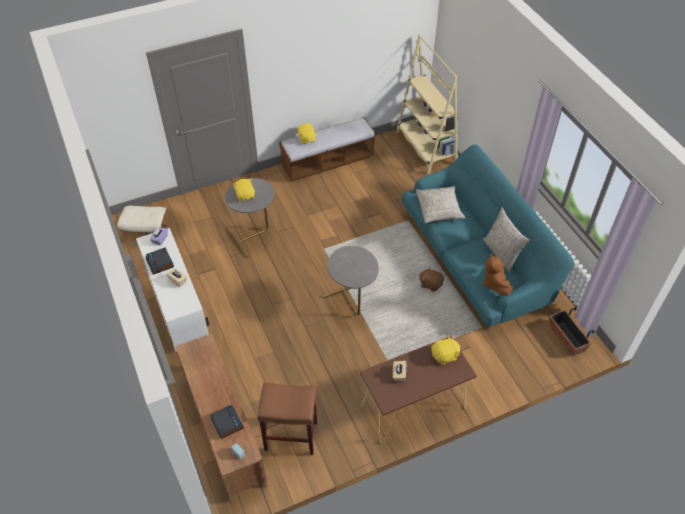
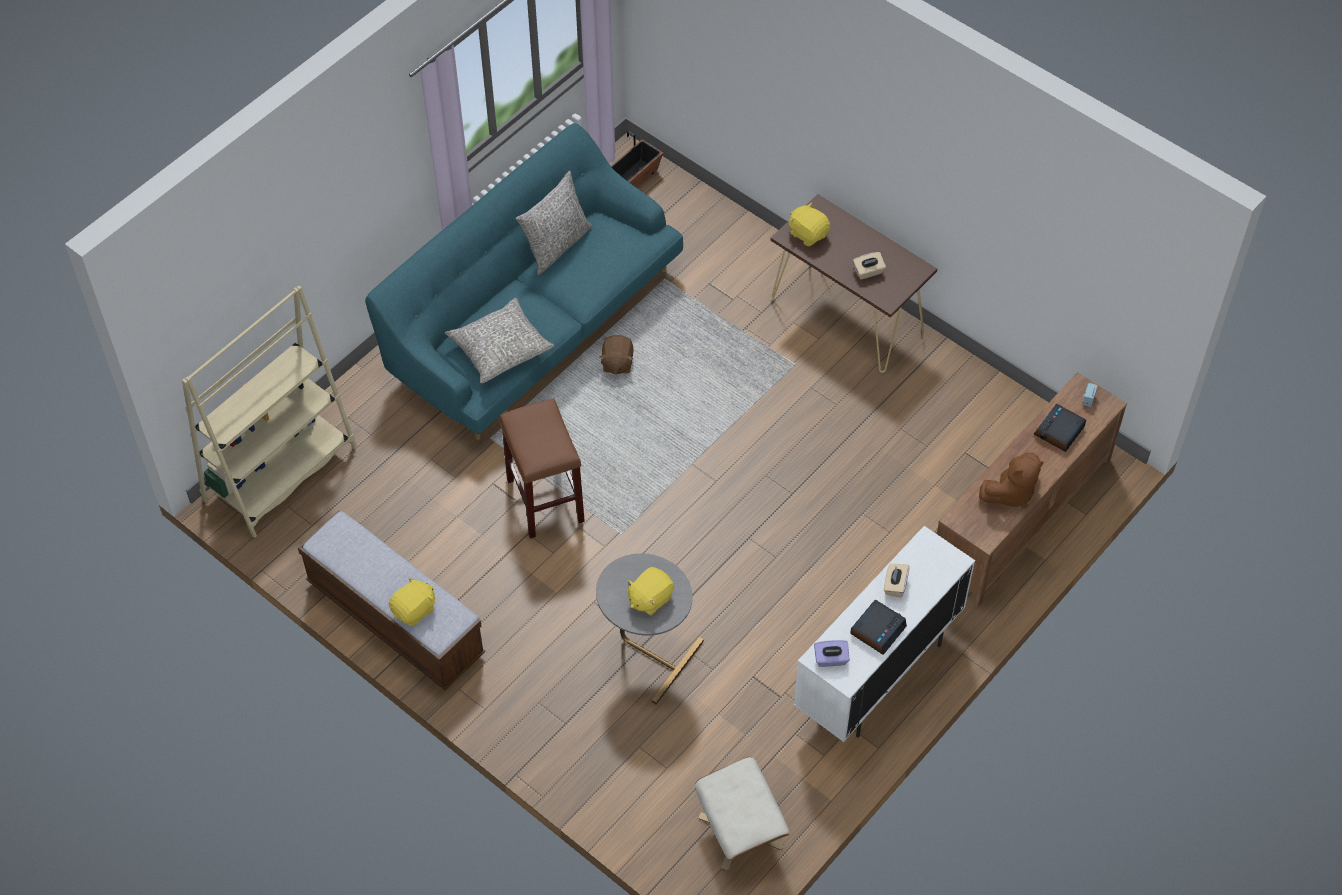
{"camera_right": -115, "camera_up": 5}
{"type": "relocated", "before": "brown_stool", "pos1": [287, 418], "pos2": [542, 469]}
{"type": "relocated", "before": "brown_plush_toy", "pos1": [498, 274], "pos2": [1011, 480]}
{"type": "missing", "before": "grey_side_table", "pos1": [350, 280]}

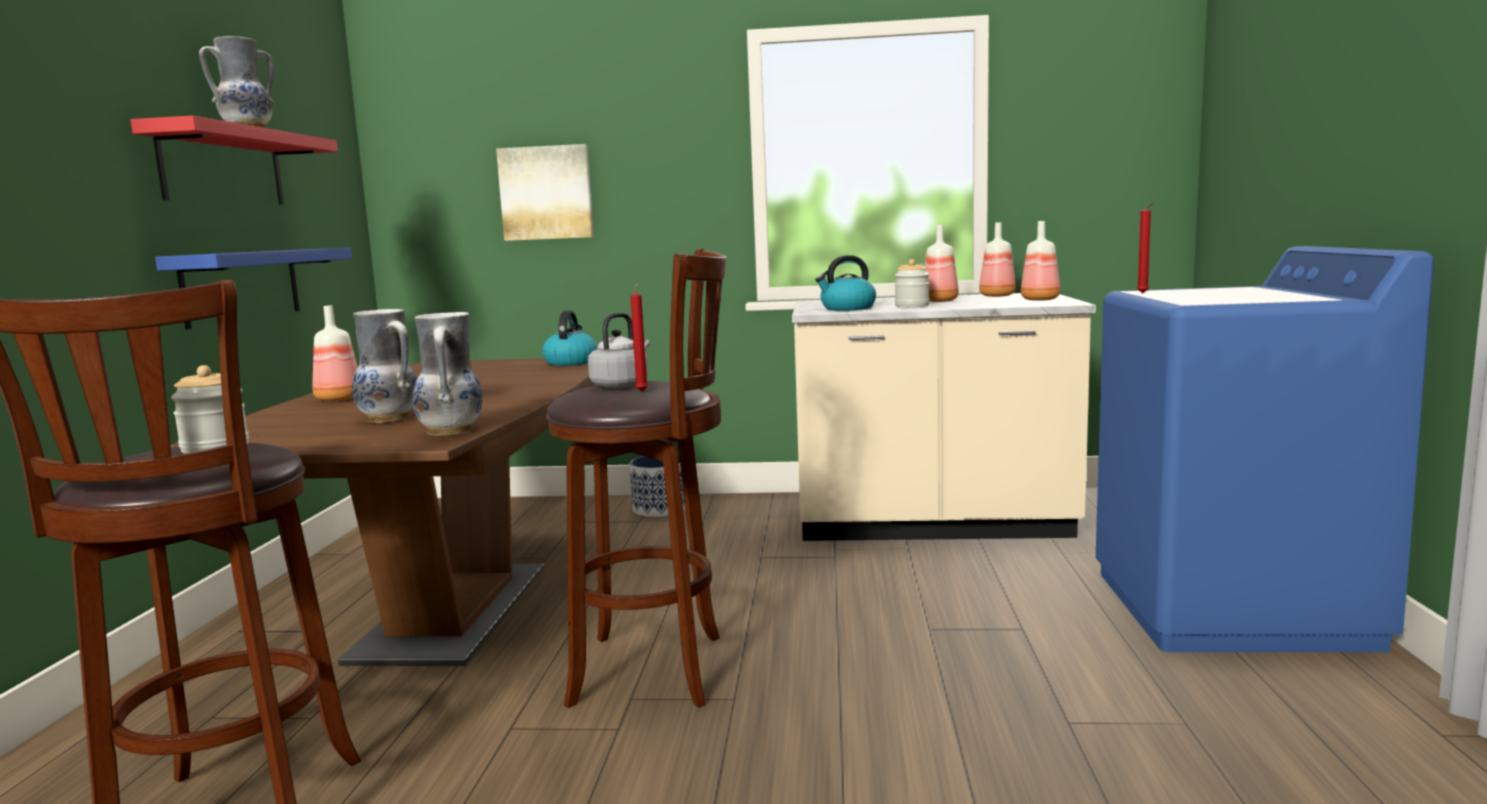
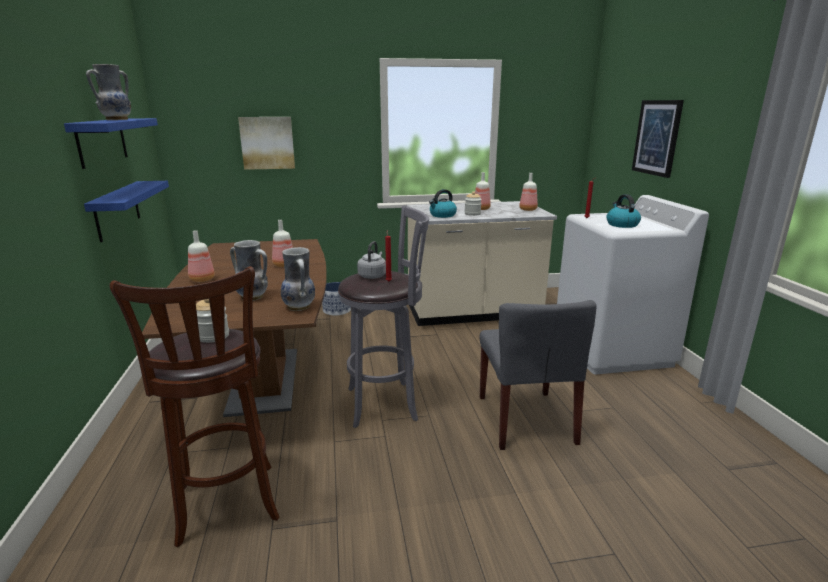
{"camera_right": -15, "camera_up": 10}
{"type": "colour", "before": "red_shelf", "after": "blue_shelf", "pos1": [234, 160], "pos2": [111, 143]}
{"type": "relocated", "before": "bottle", "pos1": [997, 259], "pos2": [282, 243]}
{"type": "colour", "before": "brown_stool", "after": "grey_stool", "pos1": [636, 478], "pos2": [383, 316]}
{"type": "appeared", "after": "grey_chair", "pos2": [538, 375]}
{"type": "colour", "before": "blue_washing_machine", "after": "white_washing_machine", "pos1": [1265, 449], "pos2": [633, 284]}
{"type": "relocated", "before": "kettle", "pos1": [570, 338], "pos2": [623, 211]}
{"type": "appeared", "after": "picture", "pos2": [658, 139]}

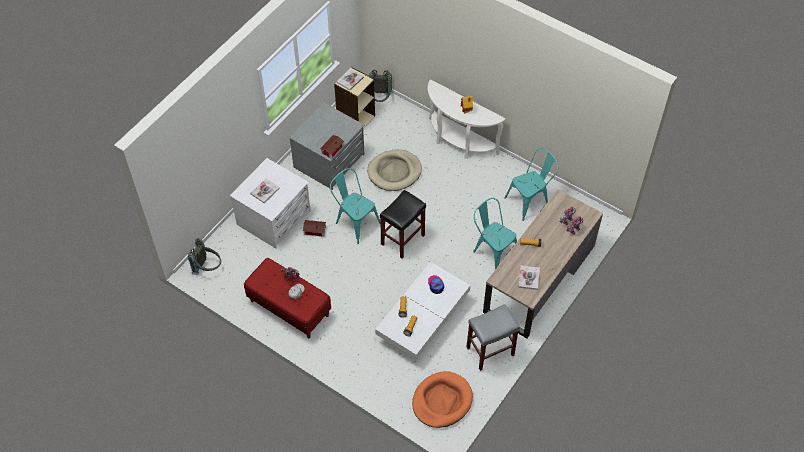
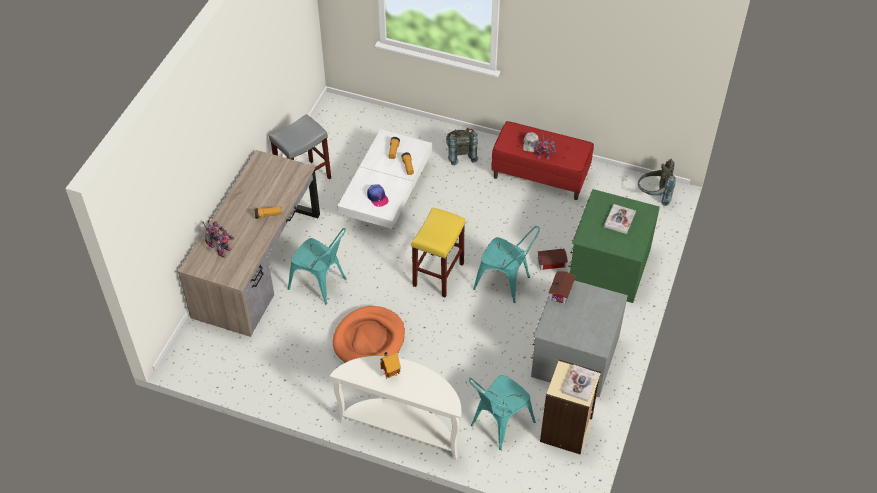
{"camera_right": 165, "camera_up": -5}
{"type": "relocated", "before": "orange_dog_bed", "pos1": [442, 399], "pos2": [369, 334]}
{"type": "colour", "before": "black_stool", "after": "yellow_stool", "pos1": [403, 224], "pos2": [438, 252]}
{"type": "relocated", "before": "grey_backpack", "pos1": [380, 86], "pos2": [462, 146]}
{"type": "relocated", "before": "turquoise_chair", "pos1": [531, 184], "pos2": [502, 412]}
{"type": "colour", "before": "white_dresser", "after": "green_dresser", "pos1": [270, 203], "pos2": [614, 246]}
{"type": "missing", "before": "beige_dog_bed", "pos1": [394, 170]}
{"type": "missing", "before": "book", "pos1": [529, 277]}

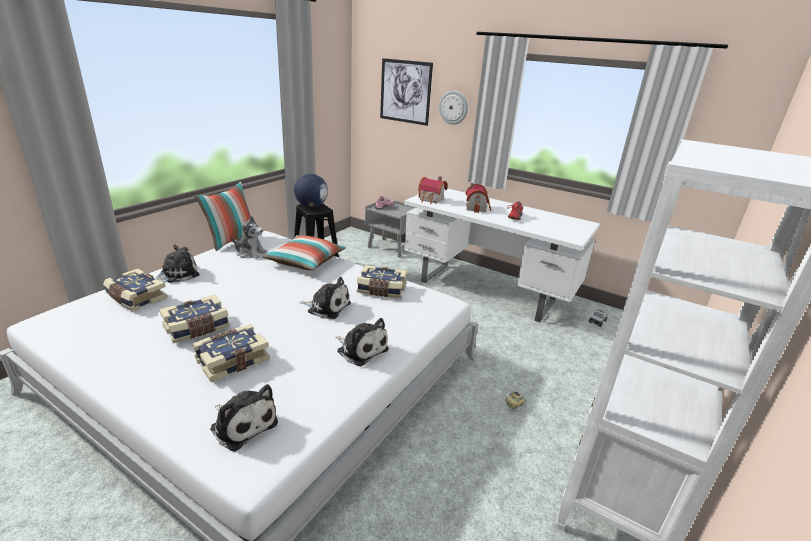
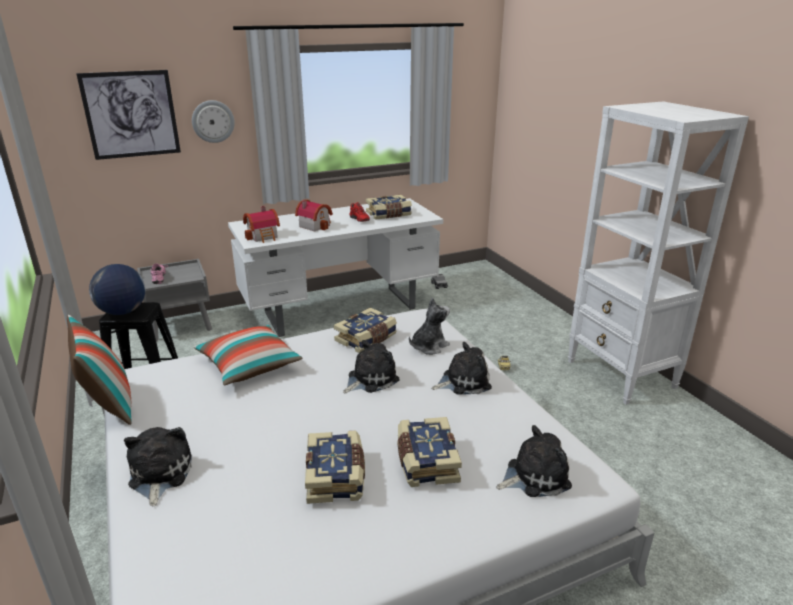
{"camera_right": -55, "camera_up": 0}
{"type": "relocated", "before": "book", "pos1": [135, 290], "pos2": [389, 207]}
{"type": "relocated", "before": "plush_toy", "pos1": [249, 237], "pos2": [429, 326]}

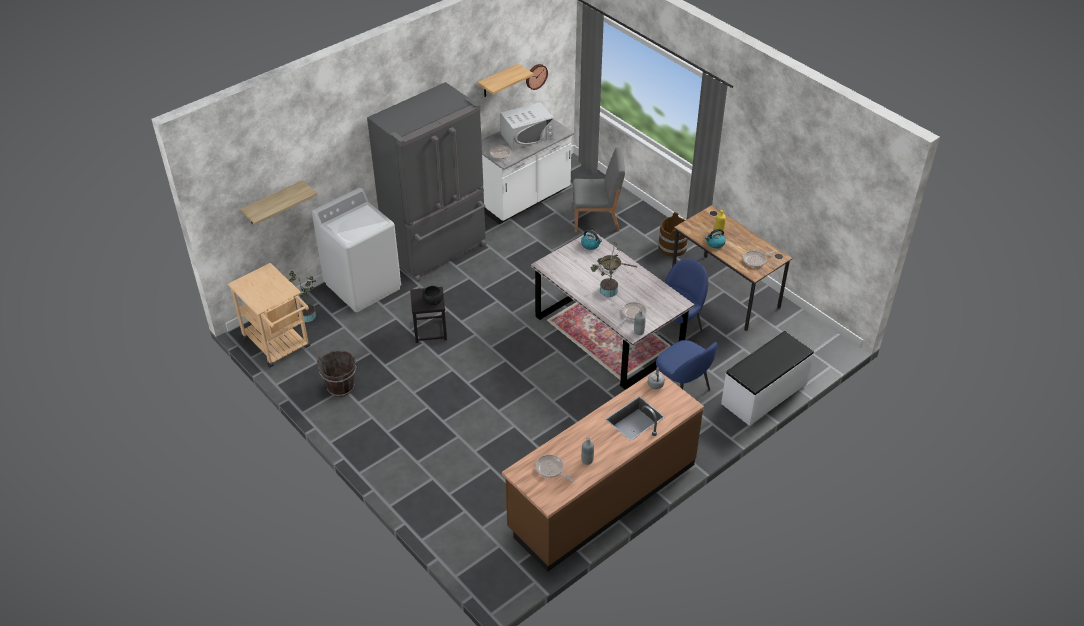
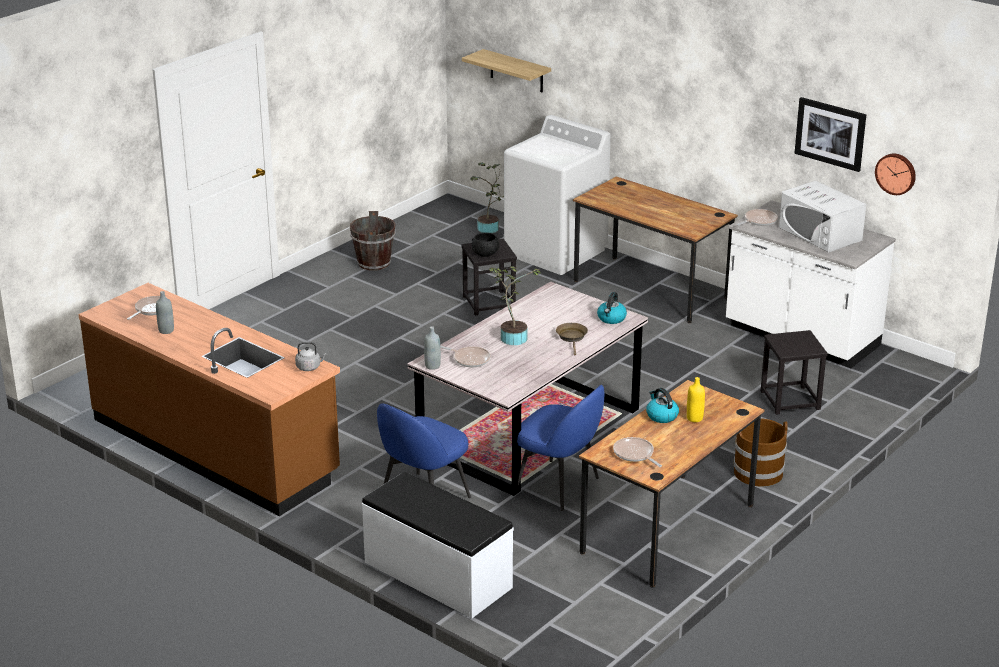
{"camera_right": 80, "camera_up": -15}
{"type": "exchanged", "before": "grey_fridge", "after": "brown_desk", "pos1": [427, 182], "pos2": [655, 249]}
{"type": "exchanged", "before": "grey_chair", "after": "black_stool", "pos1": [598, 189], "pos2": [794, 372]}
{"type": "exchanged", "before": "shelf", "after": "picture", "pos1": [505, 80], "pos2": [830, 134]}
{"type": "missing", "before": "beige_cart", "pos1": [268, 315]}

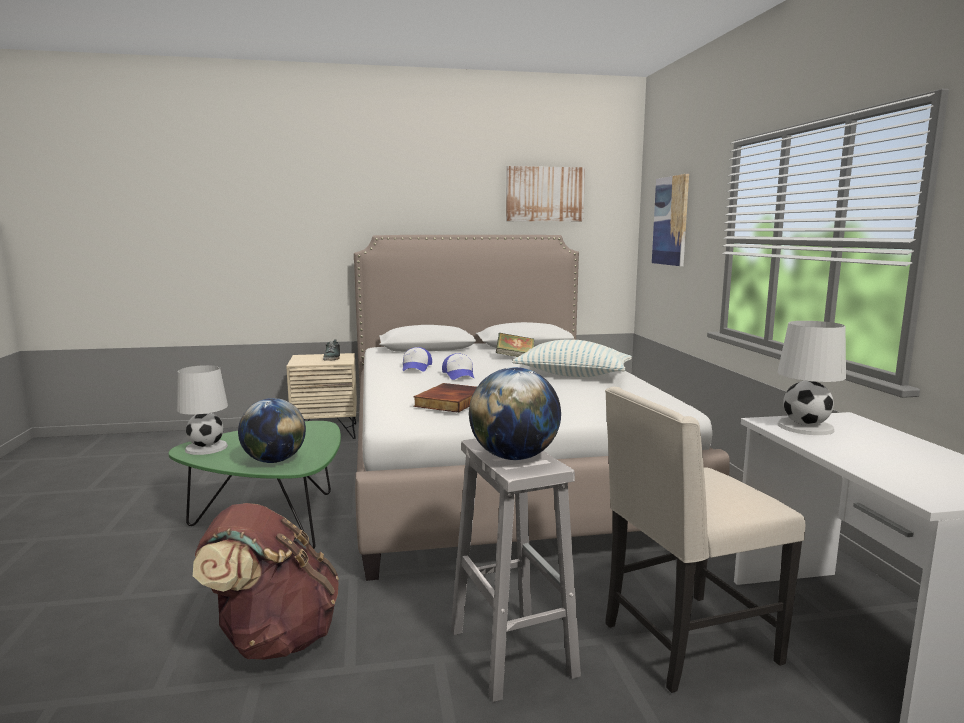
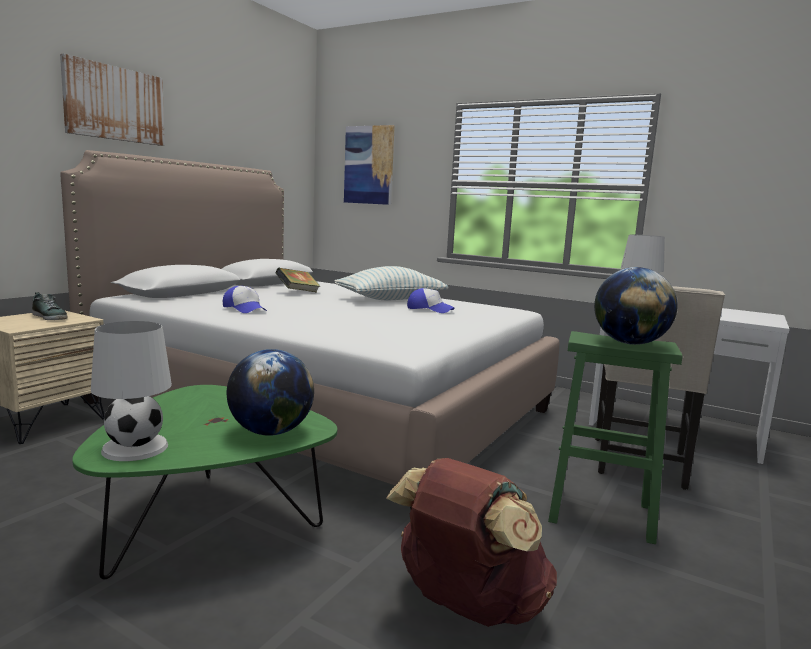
{"camera_right": -50, "camera_up": 0}
{"type": "relocated", "before": "picture", "pos1": [545, 193], "pos2": [112, 100]}
{"type": "relocated", "before": "cap", "pos1": [458, 366], "pos2": [431, 300]}
{"type": "colour", "before": "white_stool", "after": "green_stool", "pos1": [516, 570], "pos2": [615, 437]}
{"type": "missing", "before": "book", "pos1": [445, 398]}

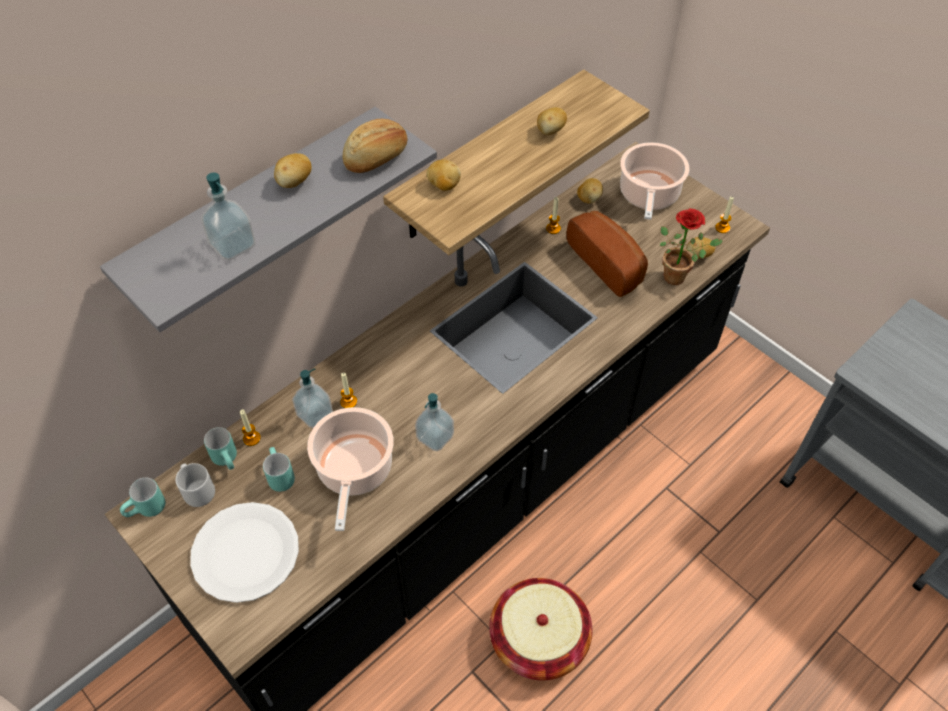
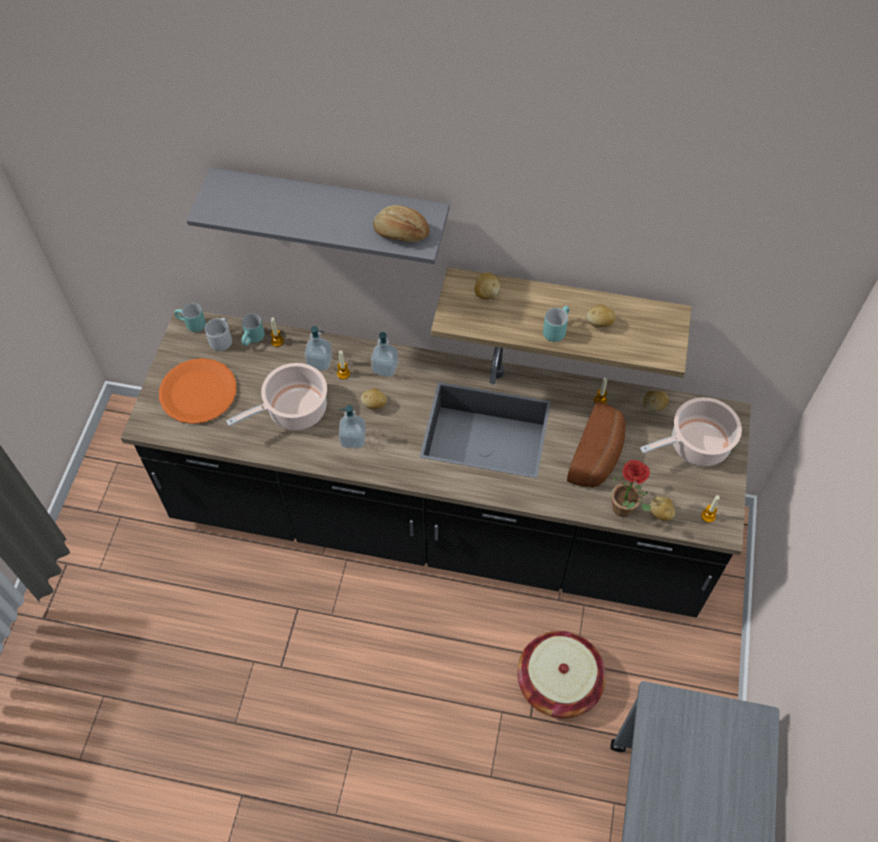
{"camera_right": 55, "camera_up": 5}
{"type": "colour", "before": "white_plate", "after": "orange_plate", "pos1": [244, 552], "pos2": [198, 391]}
{"type": "relocated", "before": "potato", "pos1": [293, 170], "pos2": [374, 398]}
{"type": "relocated", "before": "soap_dispenser", "pos1": [228, 216], "pos2": [384, 354]}
{"type": "relocated", "before": "basket", "pos1": [540, 629], "pos2": [561, 675]}
{"type": "relocated", "before": "turquoise_mug", "pos1": [279, 469], "pos2": [556, 324]}

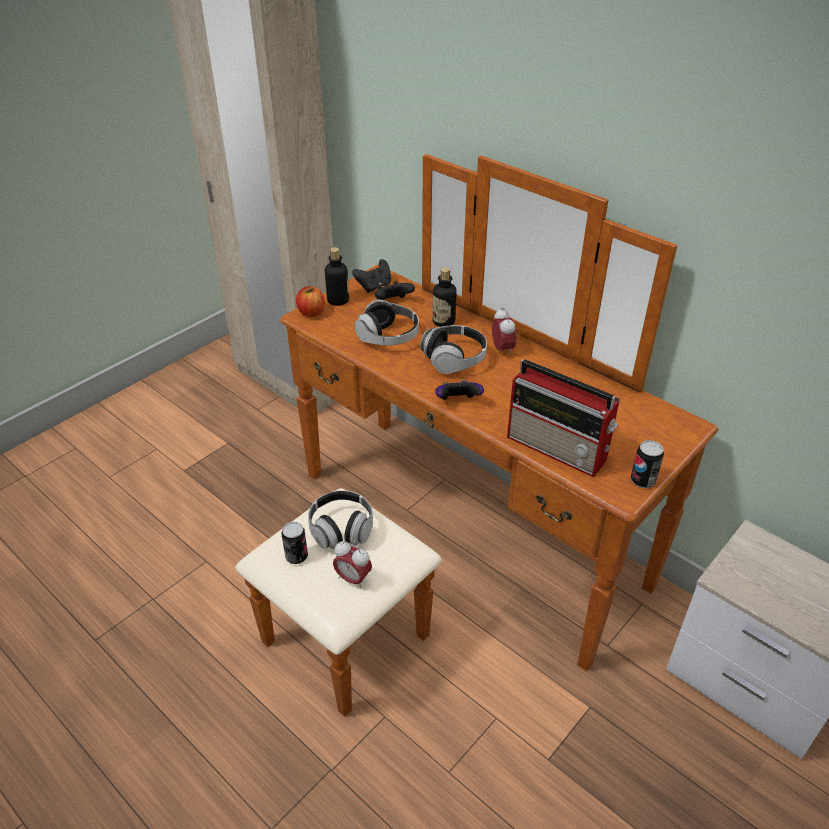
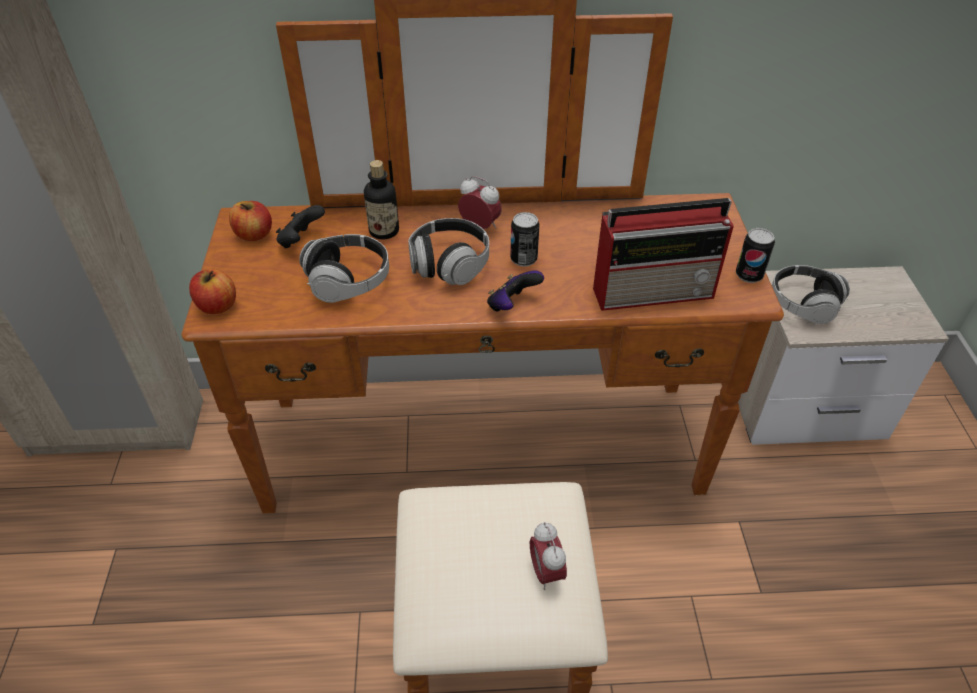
{"camera_right": -45, "camera_up": 5}
{"type": "exchanged", "before": "black_game_controller", "after": "apple", "pos1": [371, 276], "pos2": [250, 221]}
{"type": "relocated", "before": "can", "pos1": [295, 543], "pos2": [525, 239]}
{"type": "spun", "before": "alarm_clock", "pos1": [352, 565], "pos2": [548, 556], "turn": 90}
{"type": "relocated", "before": "headphones", "pos1": [340, 519], "pos2": [811, 294]}
{"type": "missing", "before": "bottle", "pos1": [337, 276]}

